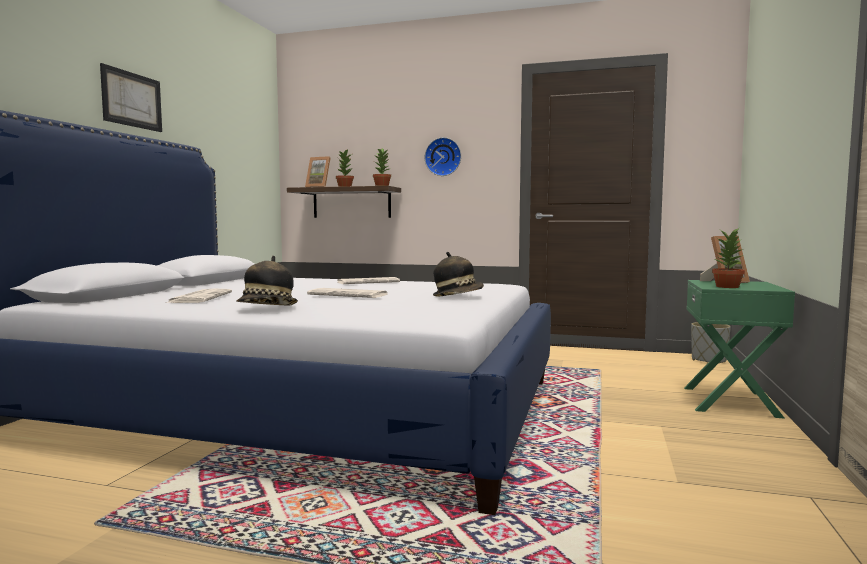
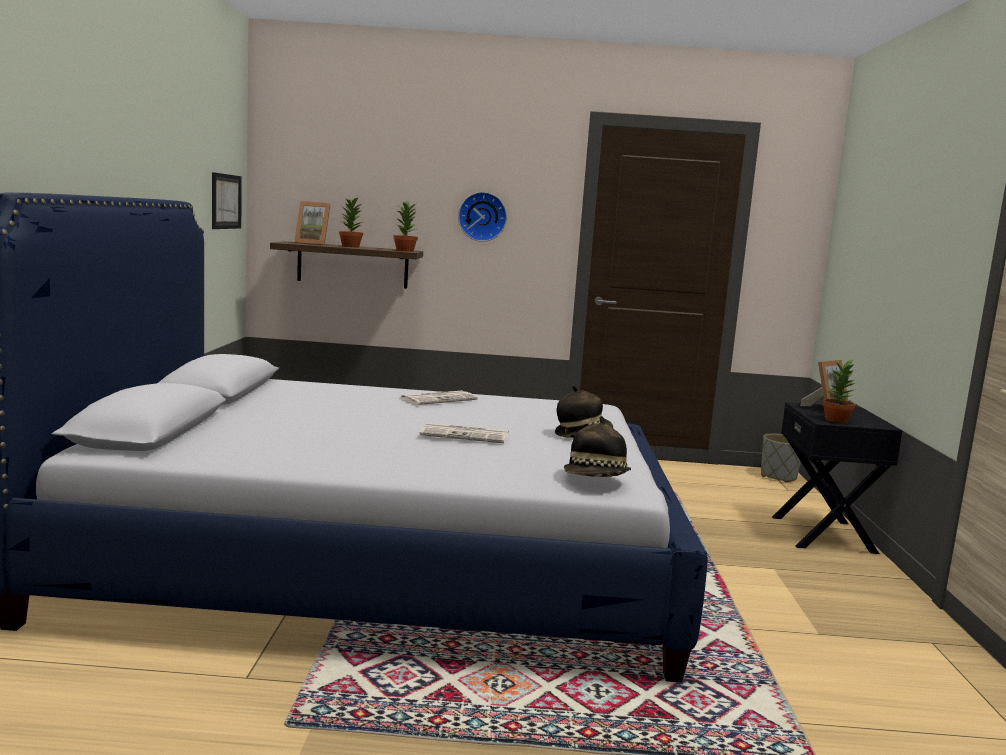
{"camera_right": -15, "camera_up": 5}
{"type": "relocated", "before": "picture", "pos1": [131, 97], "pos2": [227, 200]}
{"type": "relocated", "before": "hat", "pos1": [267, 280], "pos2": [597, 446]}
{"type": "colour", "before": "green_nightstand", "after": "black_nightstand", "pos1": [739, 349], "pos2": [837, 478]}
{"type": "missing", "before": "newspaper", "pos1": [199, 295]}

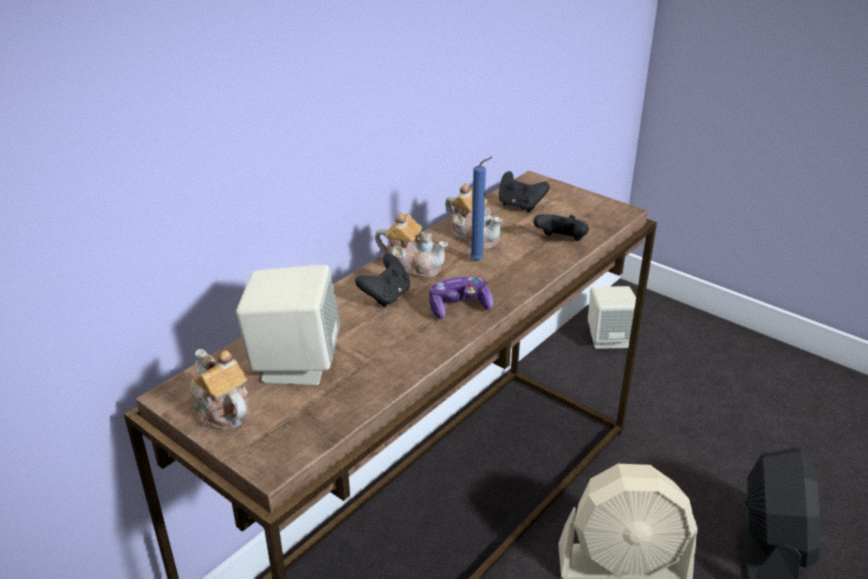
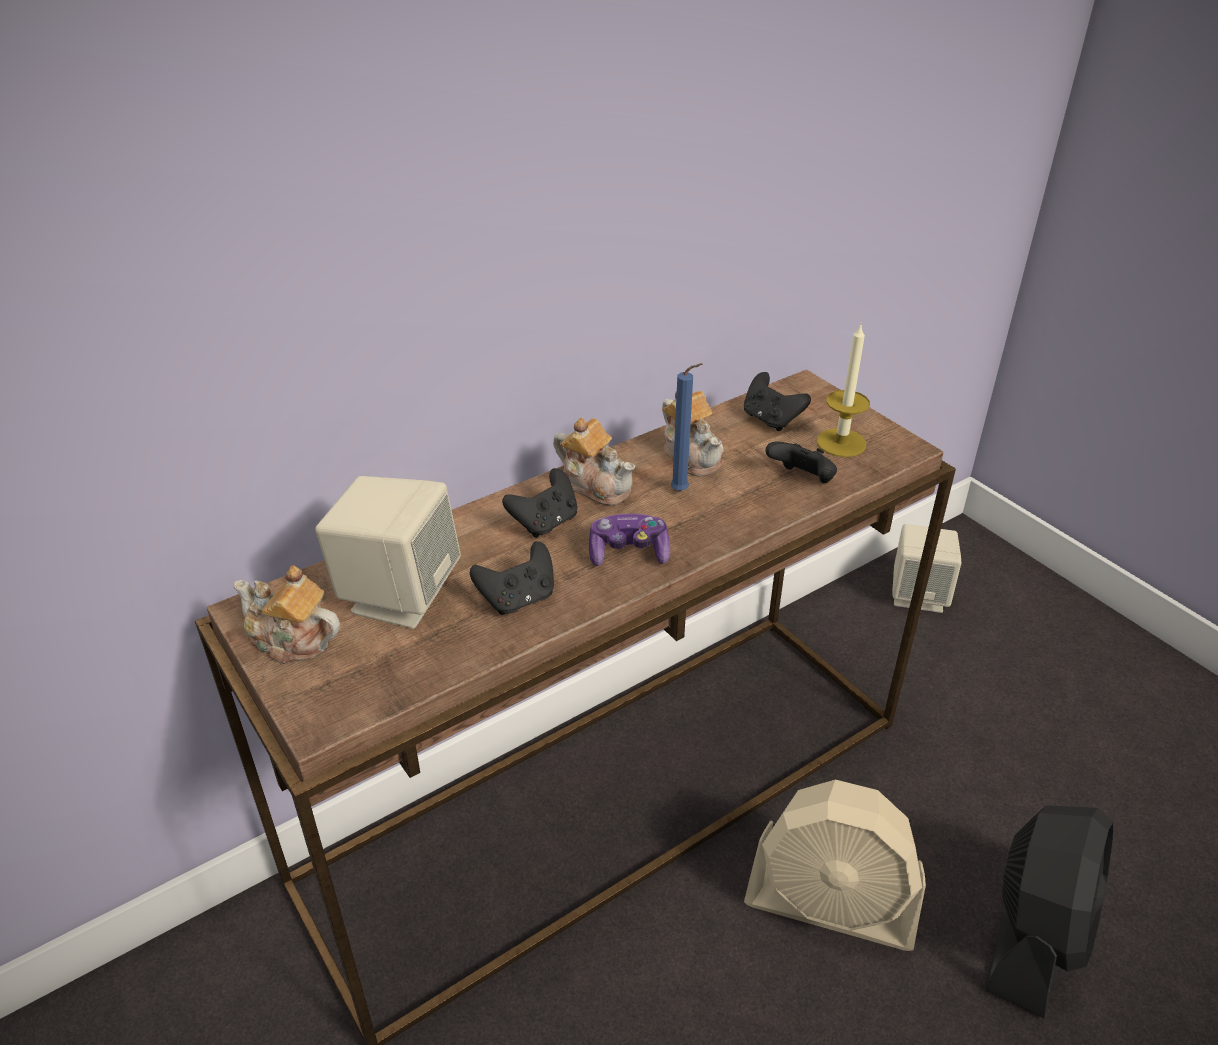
{"camera_right": 15, "camera_up": 5}
{"type": "spun", "before": "teapot", "pos1": [220, 389], "pos2": [286, 614], "turn": -45}
{"type": "appeared", "after": "black_game_controller", "pos2": [512, 578]}
{"type": "appeared", "after": "candle", "pos2": [843, 390]}

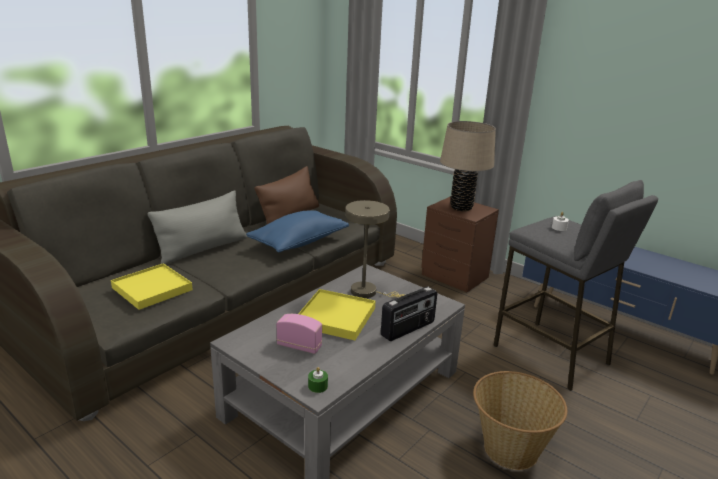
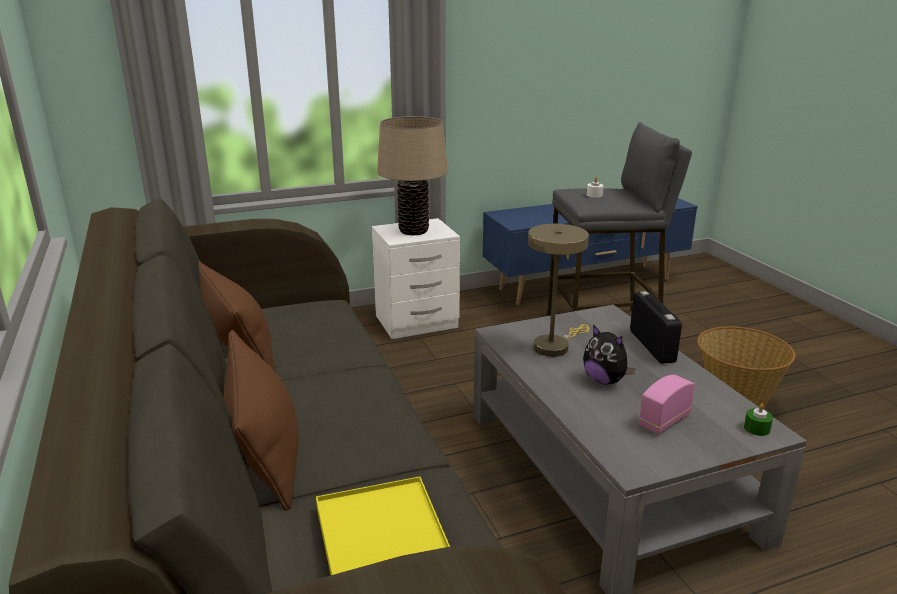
{"camera_right": -60, "camera_up": 0}
{"type": "colour", "before": "grey_pillow", "after": "brown_pillow", "pos1": [197, 227], "pos2": [261, 420]}
{"type": "colour", "before": "brown_nightstand", "after": "white_nightstand", "pos1": [460, 244], "pos2": [416, 278]}
{"type": "exchanged", "before": "yellow_tray", "after": "plush_toy", "pos1": [337, 315], "pos2": [609, 355]}
{"type": "missing", "before": "blue_pillow", "pos1": [297, 231]}

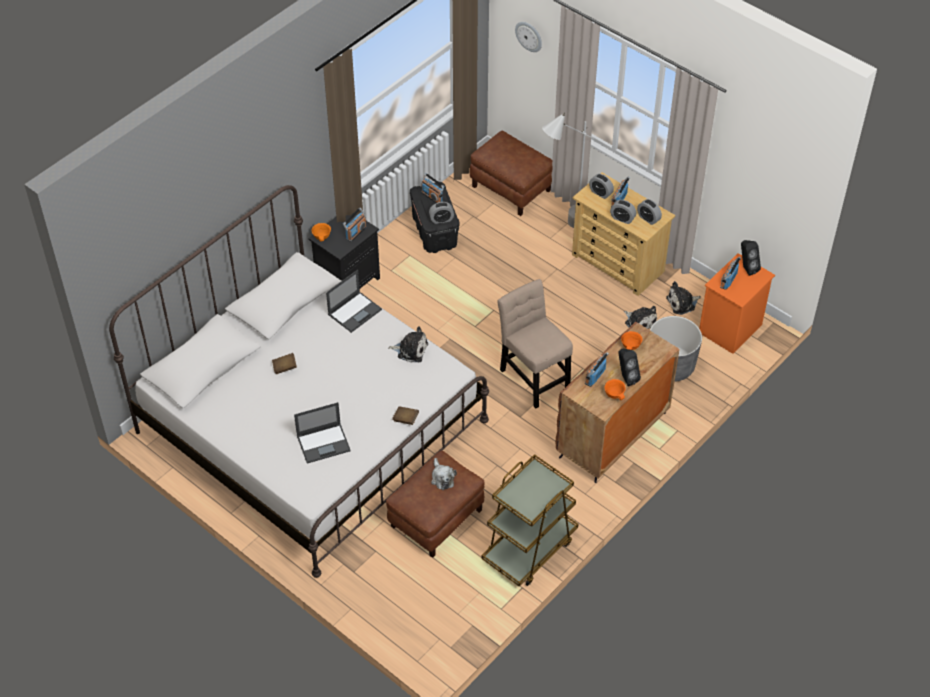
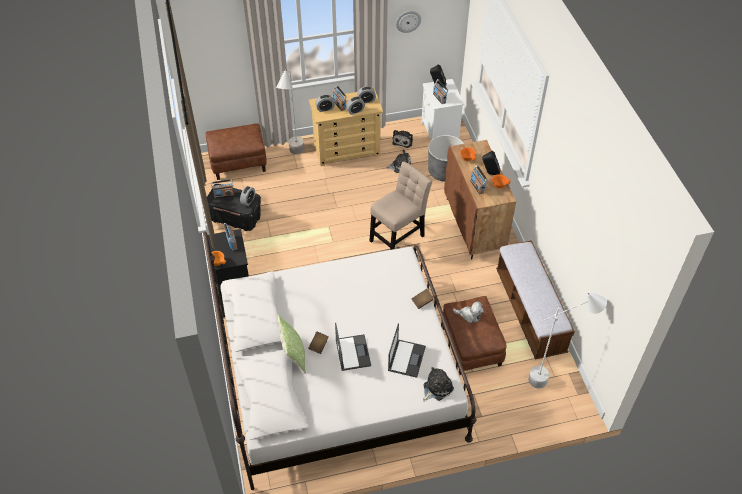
{"camera_right": -55, "camera_up": 0}
{"type": "appeared", "after": "pillow", "pos2": [292, 344]}
{"type": "relocated", "before": "laptop", "pos1": [354, 301], "pos2": [353, 346]}
{"type": "spun", "before": "beige_chair", "pos1": [535, 343], "pos2": [400, 206], "turn": 135}
{"type": "relocated", "before": "wall_clock", "pos1": [528, 37], "pos2": [408, 22]}
{"type": "colour", "before": "orange_nightstand", "after": "white_nightstand", "pos1": [737, 303], "pos2": [443, 109]}
{"type": "relocated", "before": "plush_toy", "pos1": [408, 344], "pos2": [438, 384]}
{"type": "exchanged", "before": "brown_cart", "after": "bench", "pos1": [529, 520], "pos2": [535, 300]}
{"type": "appeared", "after": "white_floor_lamp", "pos2": [568, 340]}

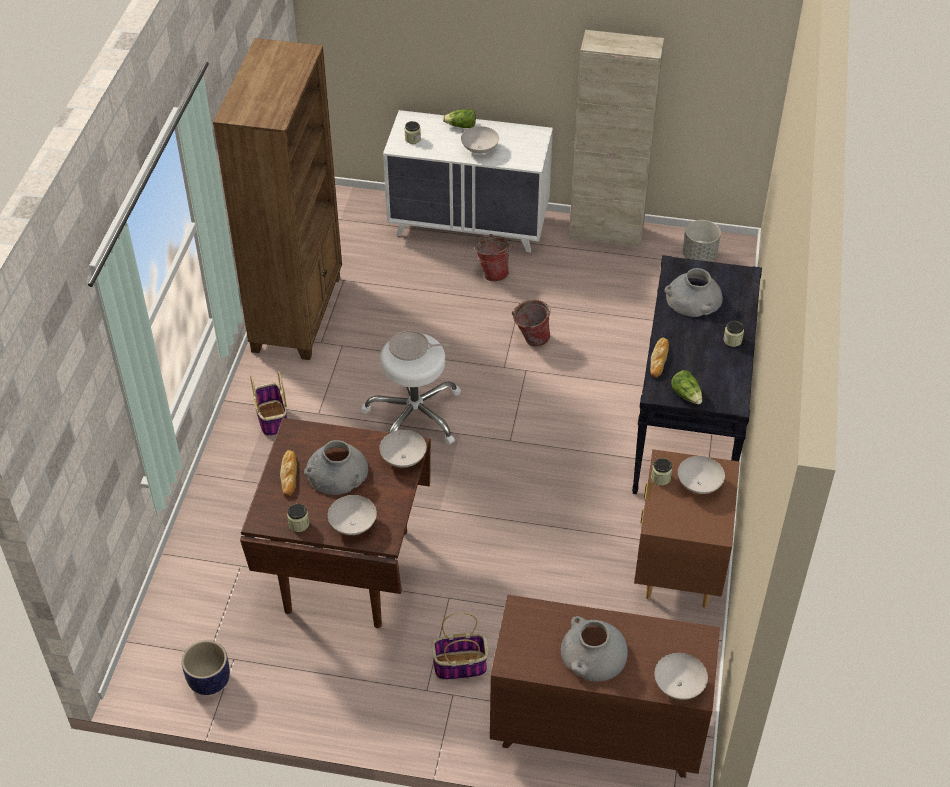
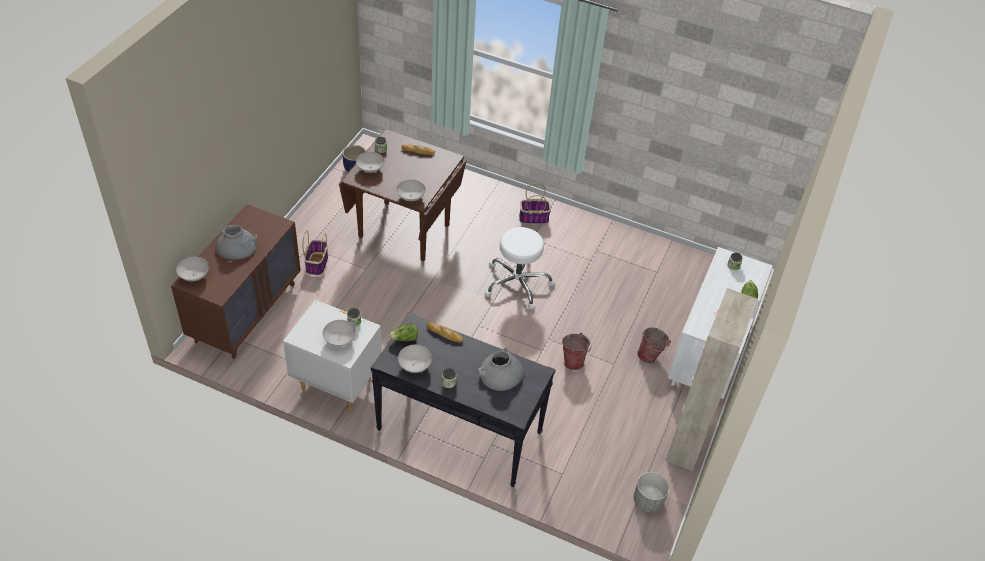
{"camera_right": 100, "camera_up": 0}
{"type": "colour", "before": "brown_nightstand", "after": "white_nightstand", "pos1": [687, 528], "pos2": [332, 355]}
{"type": "relocated", "before": "white_bowl", "pos1": [480, 140], "pos2": [415, 359]}
{"type": "missing", "before": "brown_bookcase", "pos1": [277, 199]}
{"type": "missing", "before": "grey_vase", "pos1": [336, 467]}
{"type": "missing", "before": "frying_pan", "pos1": [419, 345]}

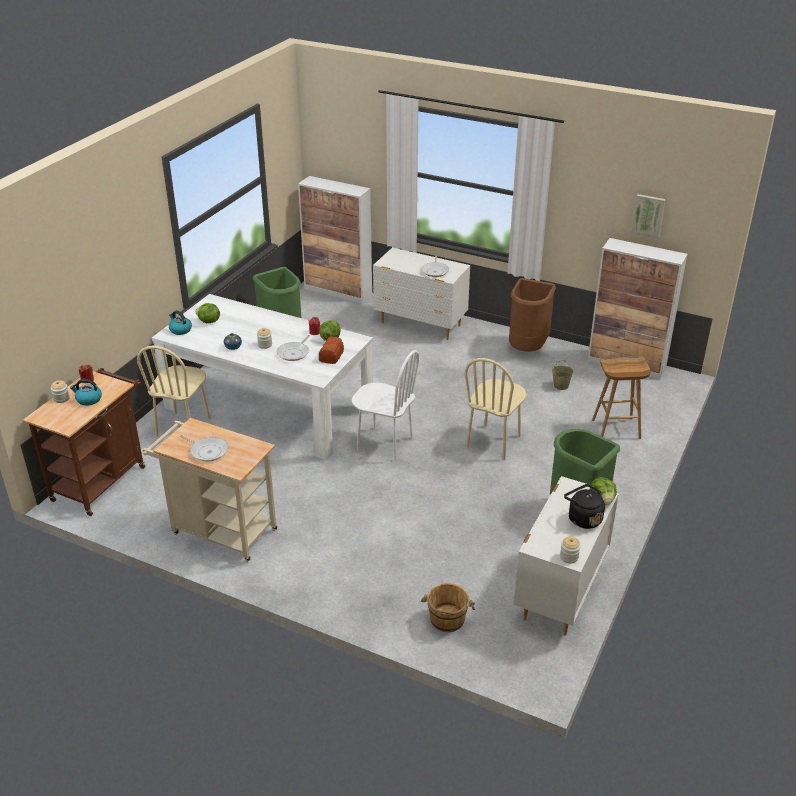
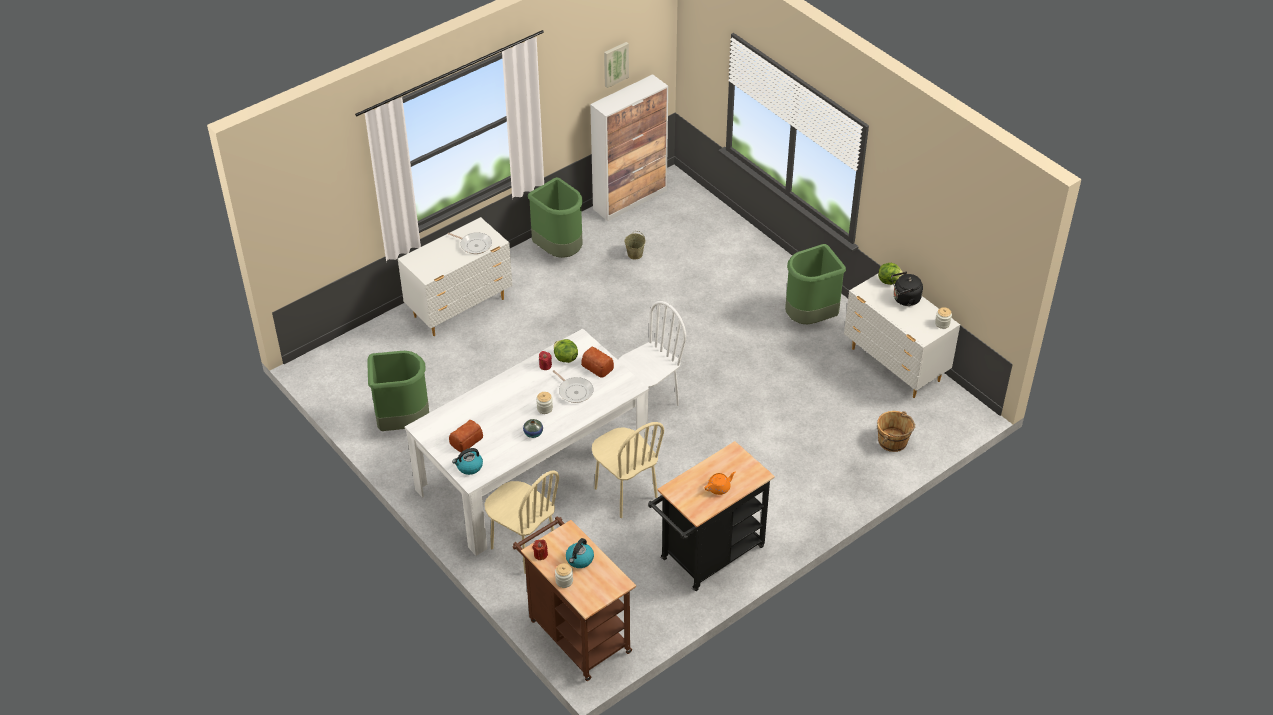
{"camera_right": -65, "camera_up": 10}
{"type": "exchanged", "before": "lettuce", "after": "bread", "pos1": [207, 313], "pos2": [466, 436]}
{"type": "colour", "before": "brown_trash_can", "after": "green_trash_can", "pos1": [532, 315], "pos2": [555, 217]}
{"type": "relocated", "before": "beige_chair", "pos1": [495, 409], "pos2": [628, 470]}
{"type": "colour", "before": "beige_cart", "after": "black_cart", "pos1": [210, 490], "pos2": [711, 516]}
{"type": "exchanged", "before": "frying_pan", "after": "orange_teapot", "pos1": [204, 448], "pos2": [720, 483]}
{"type": "missing", "before": "cabinet", "pos1": [335, 239]}
{"type": "missing", "before": "brown_stool", "pos1": [621, 398]}

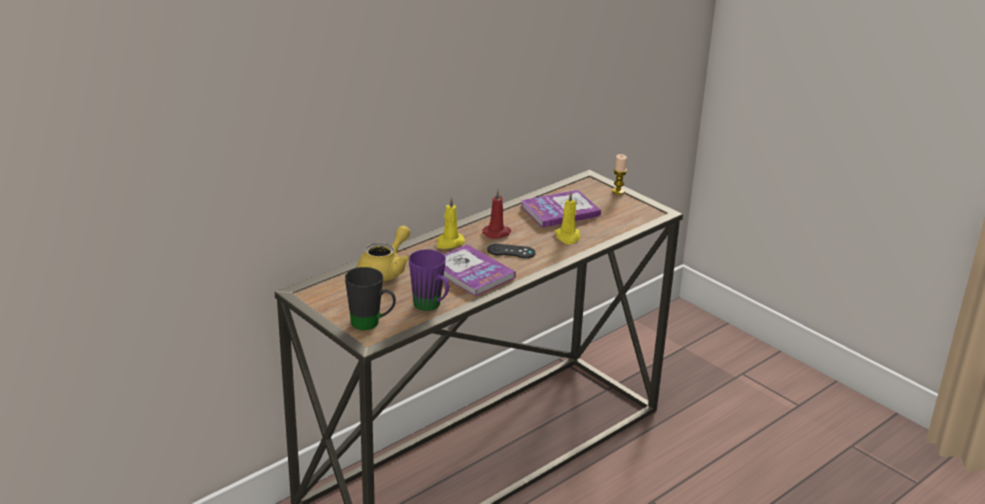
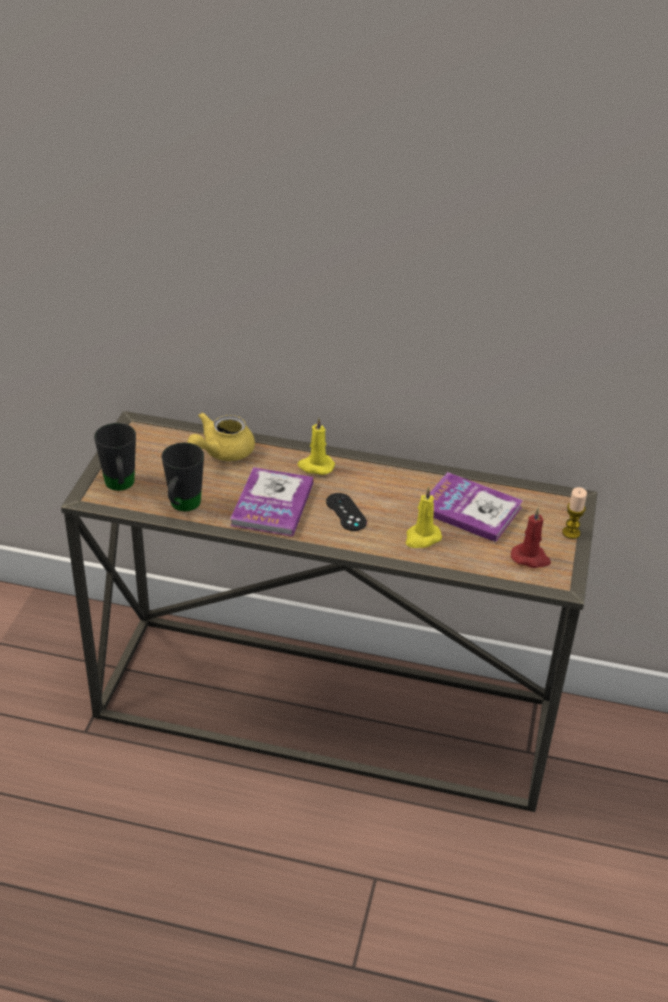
{"camera_right": 55, "camera_up": 10}
{"type": "colour", "before": "purple_mug", "after": "black_mug", "pos1": [429, 280], "pos2": [182, 477]}
{"type": "spun", "before": "yellow_teapot", "pos1": [383, 253], "pos2": [221, 437], "turn": 135}
{"type": "relocated", "before": "red_candle", "pos1": [496, 214], "pos2": [531, 537]}

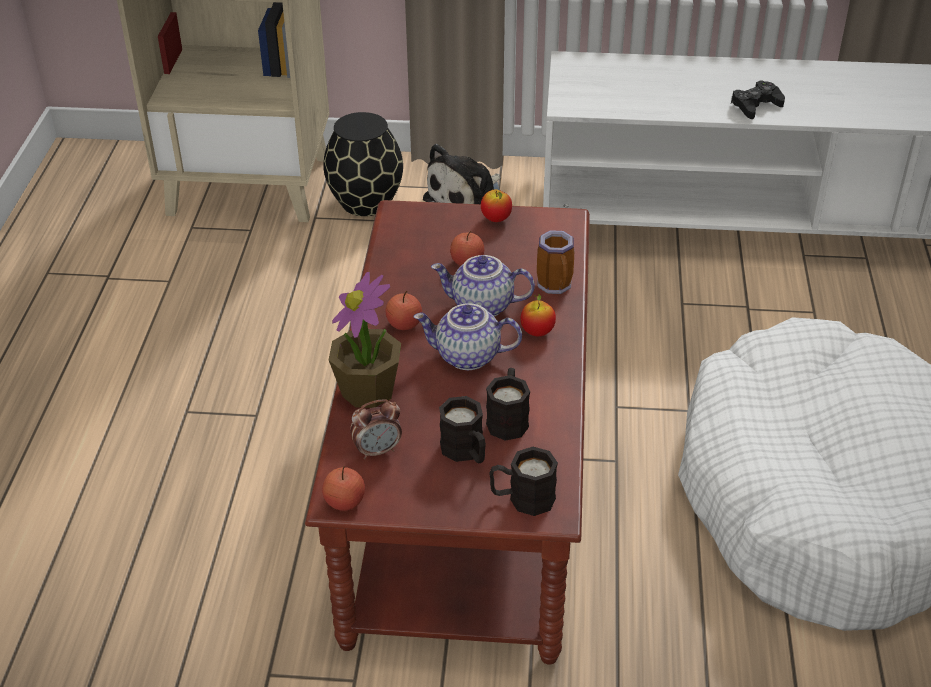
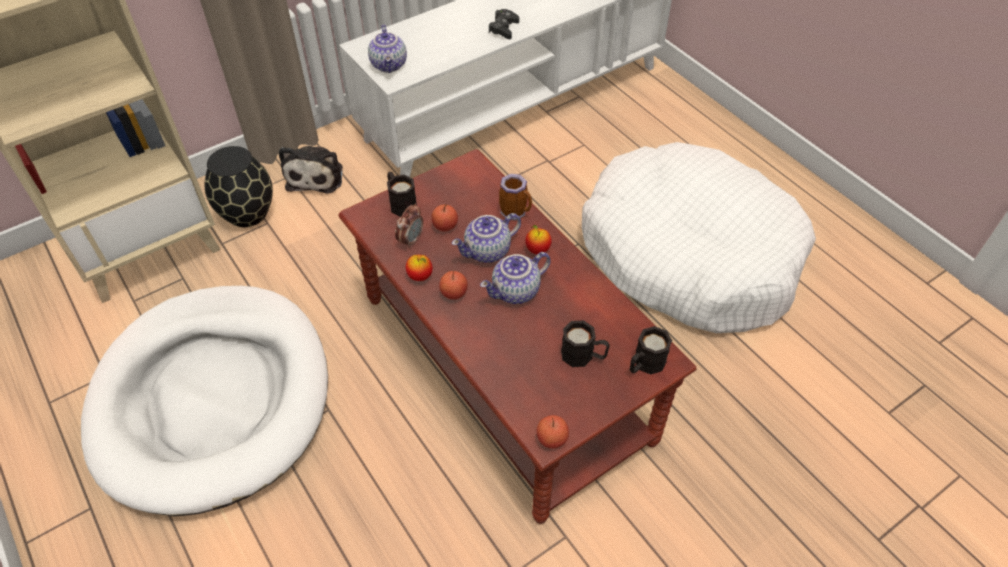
{"camera_right": -40, "camera_up": 10}
{"type": "appeared", "after": "white_dog_bed", "pos2": [204, 401]}
{"type": "appeared", "after": "teapot", "pos2": [387, 49]}
{"type": "relocated", "before": "black_mug", "pos1": [508, 404], "pos2": [402, 194]}
{"type": "relocated", "before": "alarm_clock", "pos1": [376, 429], "pos2": [409, 226]}
{"type": "relocated", "before": "apple", "pos1": [496, 205], "pos2": [419, 268]}
{"type": "missing", "before": "potted_plant", "pos1": [365, 340]}

